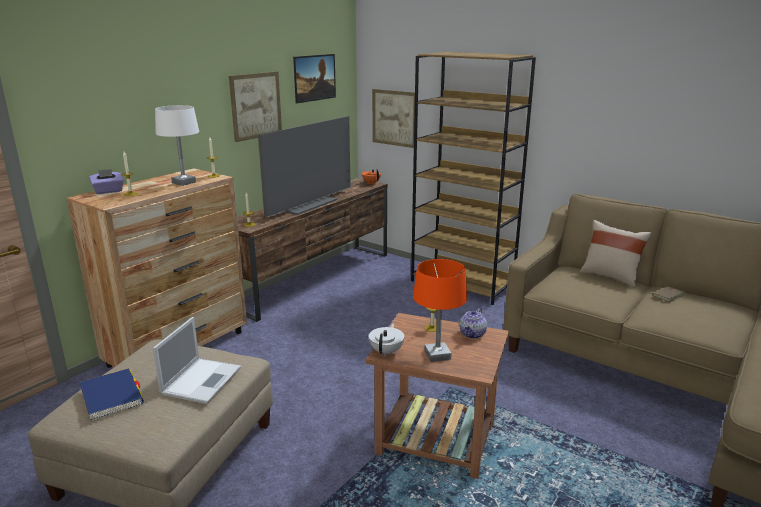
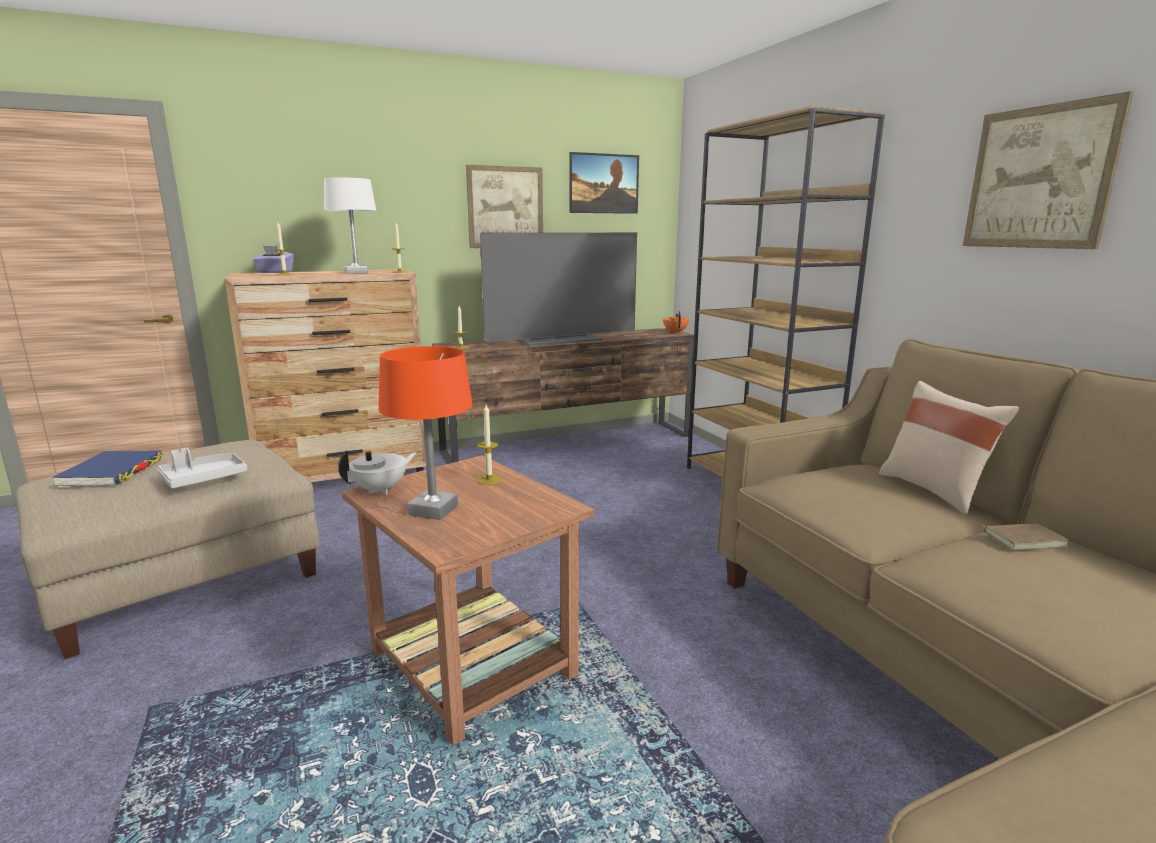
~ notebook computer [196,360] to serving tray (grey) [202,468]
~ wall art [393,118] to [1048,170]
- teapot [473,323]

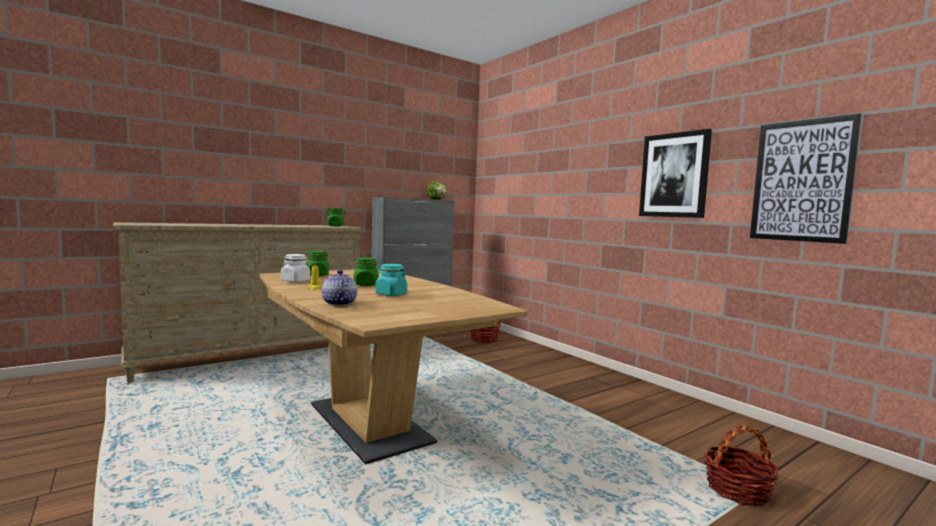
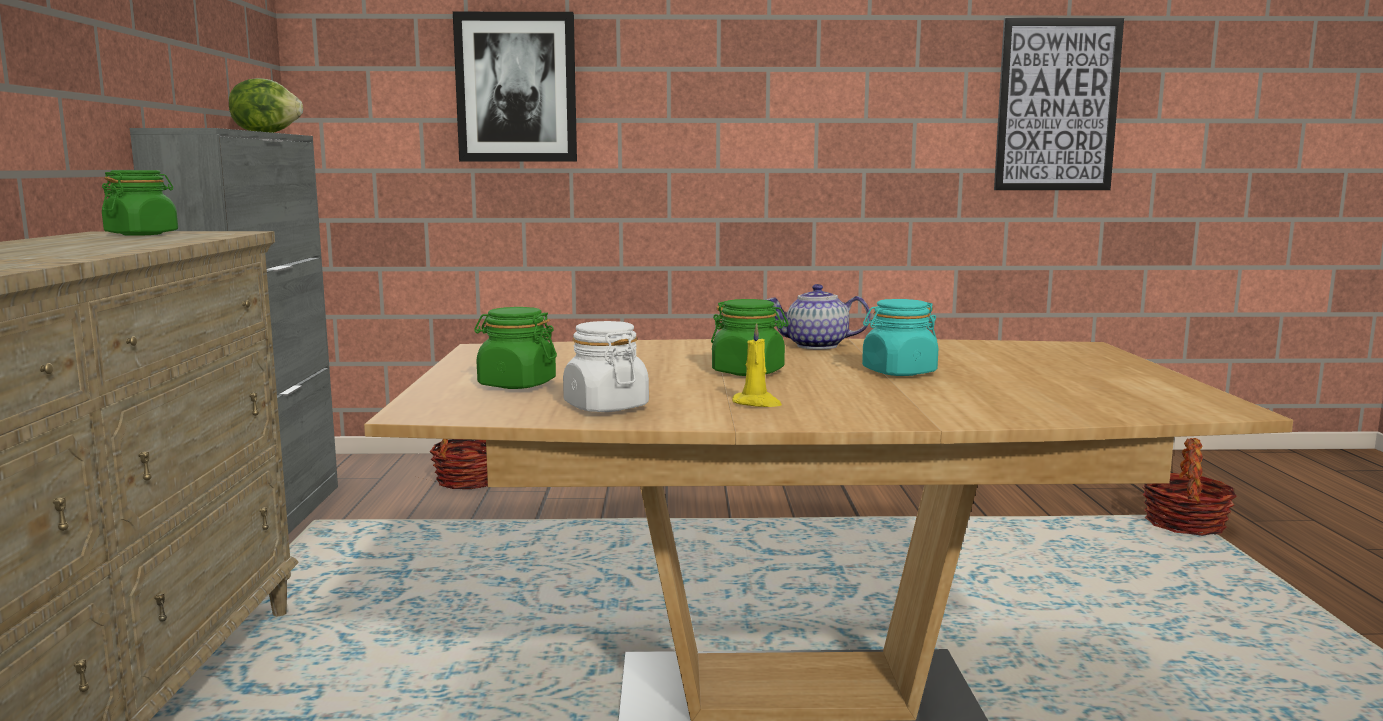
~ teapot [339,288] to [819,316]
~ wall art [675,173] to [515,86]

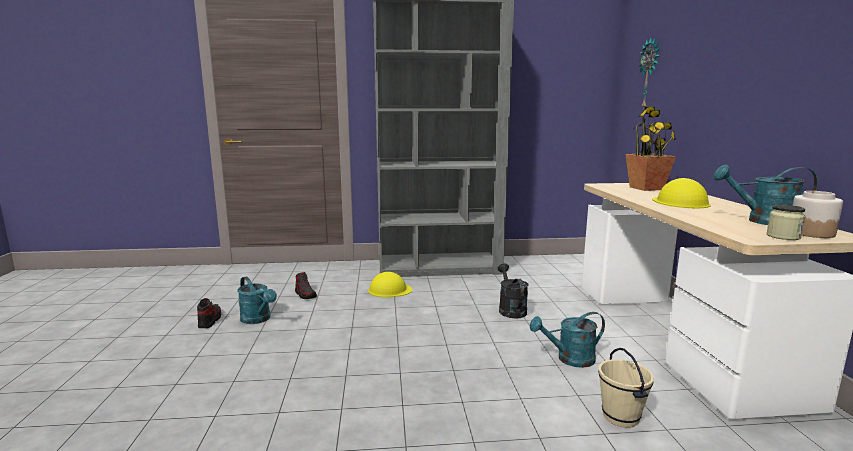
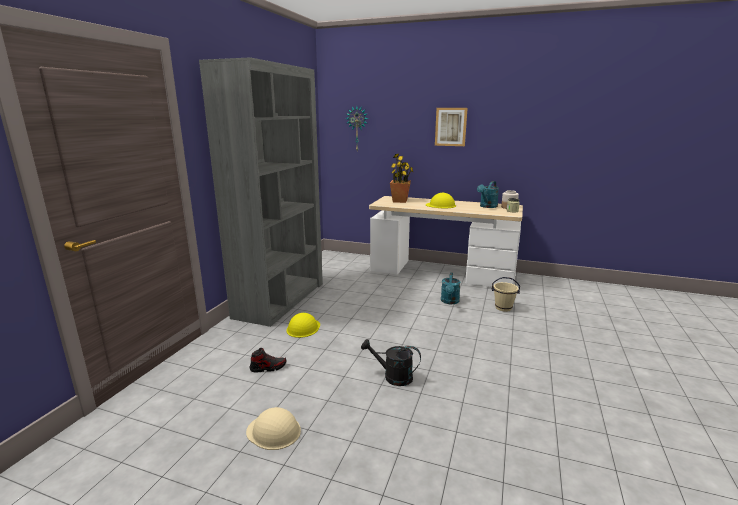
~ item of footwear [209,313] to safety helmet (sand-coloured) [273,428]
- watering can (blue-green) [257,300]
~ watering can (blackish) [513,291] to [391,362]
+ wall art [451,127]

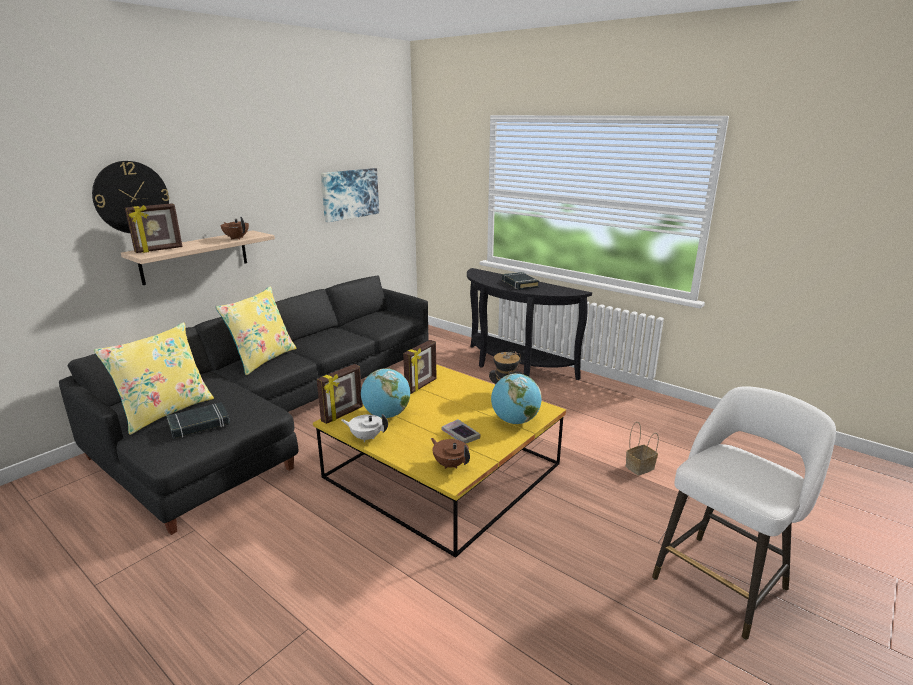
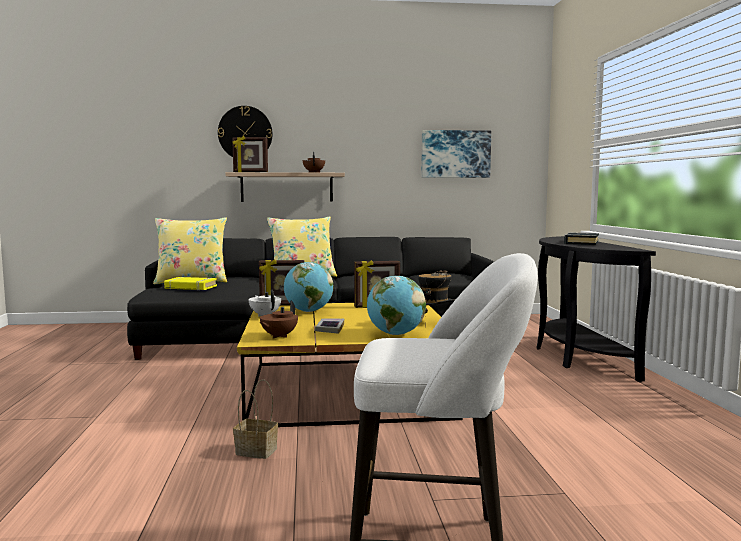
~ bound book (blackish) [198,420] to bound book (yellowish) [190,283]
~ teapot (brownish) [450,453] = [279,319] 150 degrees counterclockwise
~ basket [642,449] to [255,419]

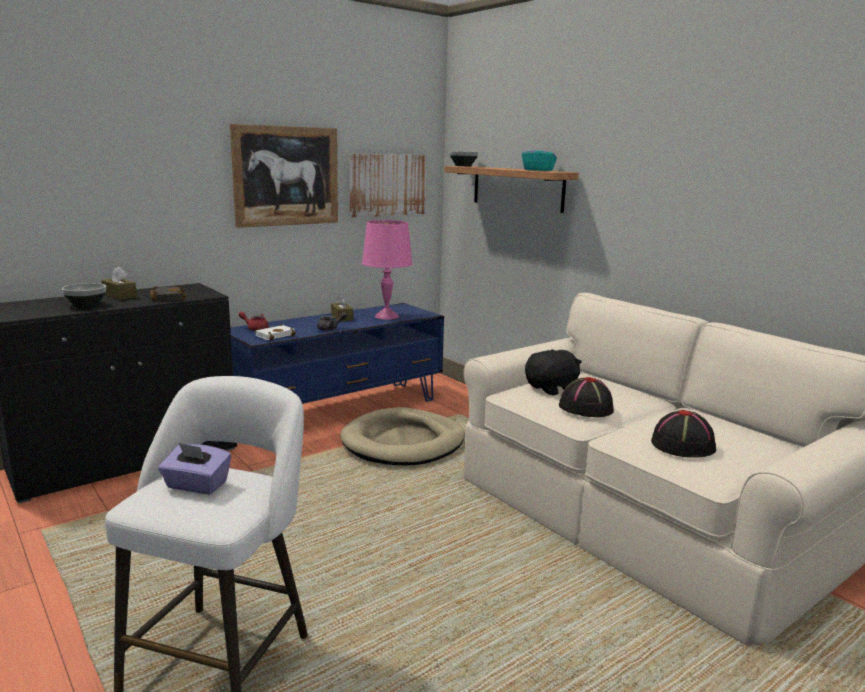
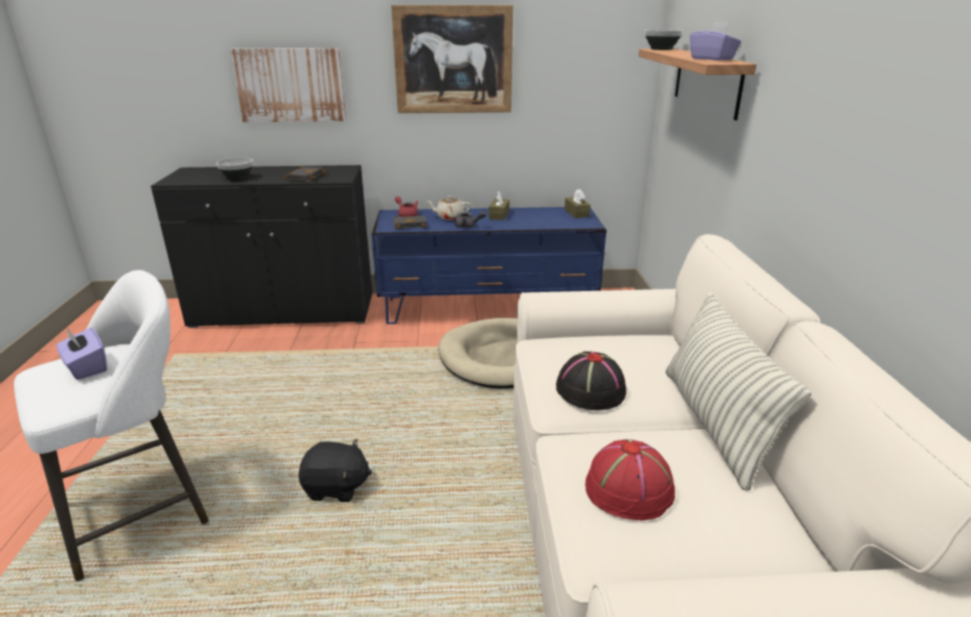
~ tissue box (brownish) [119,283] to [577,203]
~ bound book (white-coloured) [275,332] to bound book (blackish) [410,222]
~ wall art [388,186] to [288,85]
- tabletop lamp (pinkish) [387,270]
~ tissue box (blue-green) [539,158] to tissue box (purplish) [715,41]
~ soft toy (blackish) [553,372] to [335,470]
~ wearable hat (blackish) [683,434] to wearable hat (red-coloured) [630,479]
+ teapot (sand-coloured) [448,208]
+ pillow [738,391]

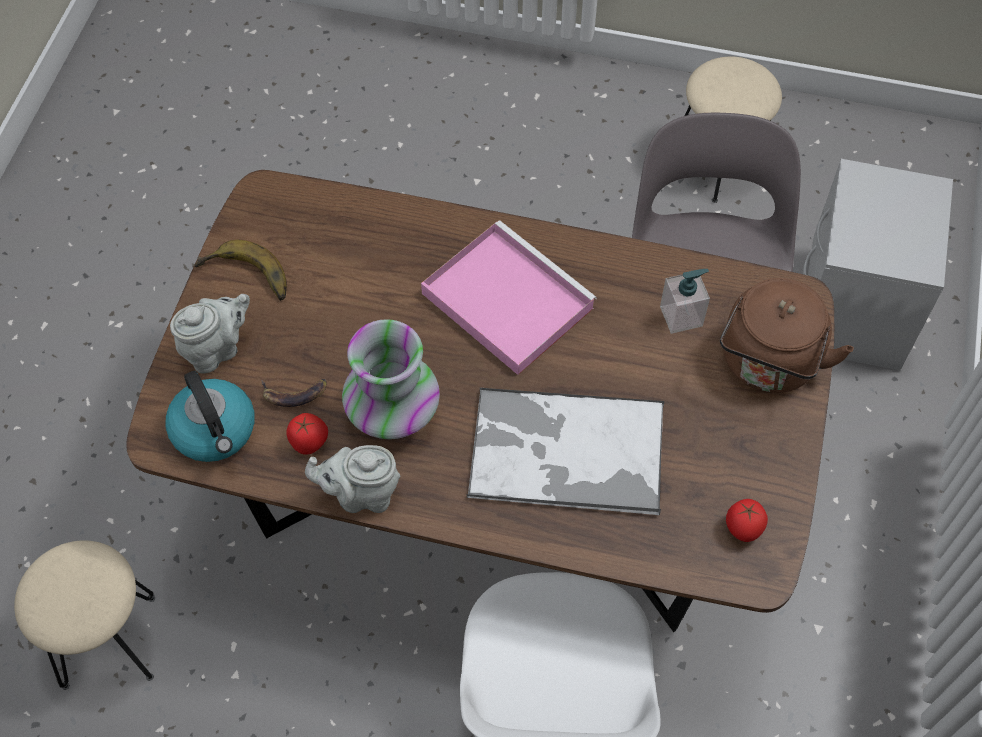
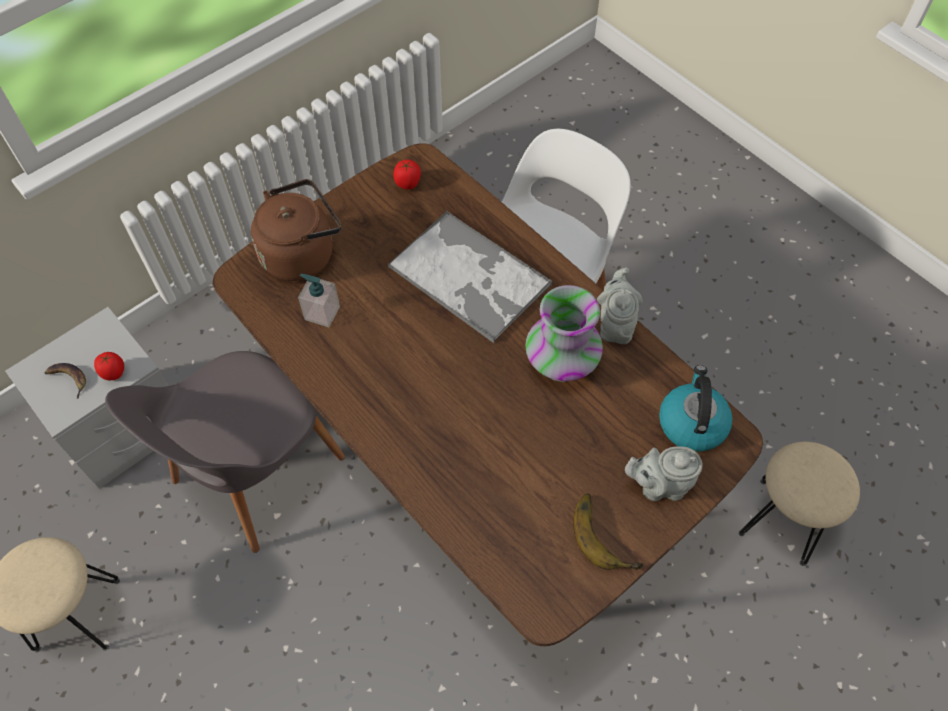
~ whole banana [293,393] to [65,381]
~ whole tomato [307,434] to [109,366]
~ teapot (grey) [353,479] = [620,306] 120 degrees counterclockwise
- serving tray (pinkish) [509,297]

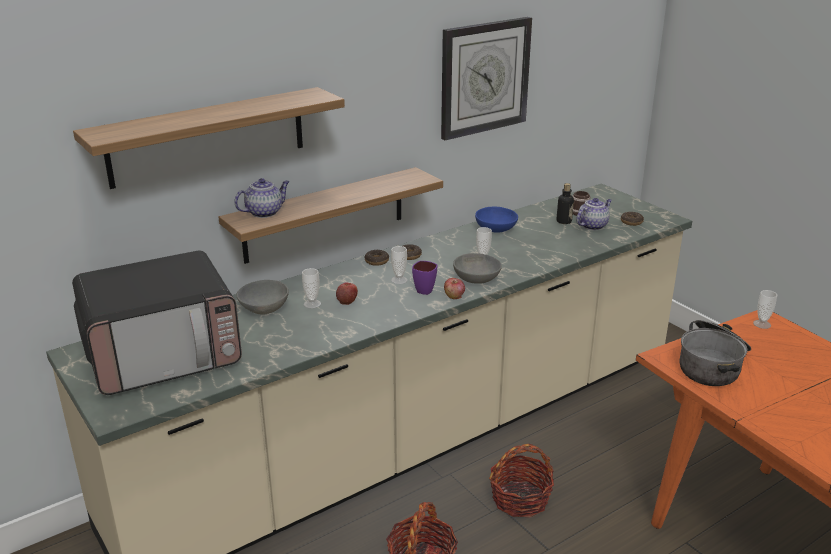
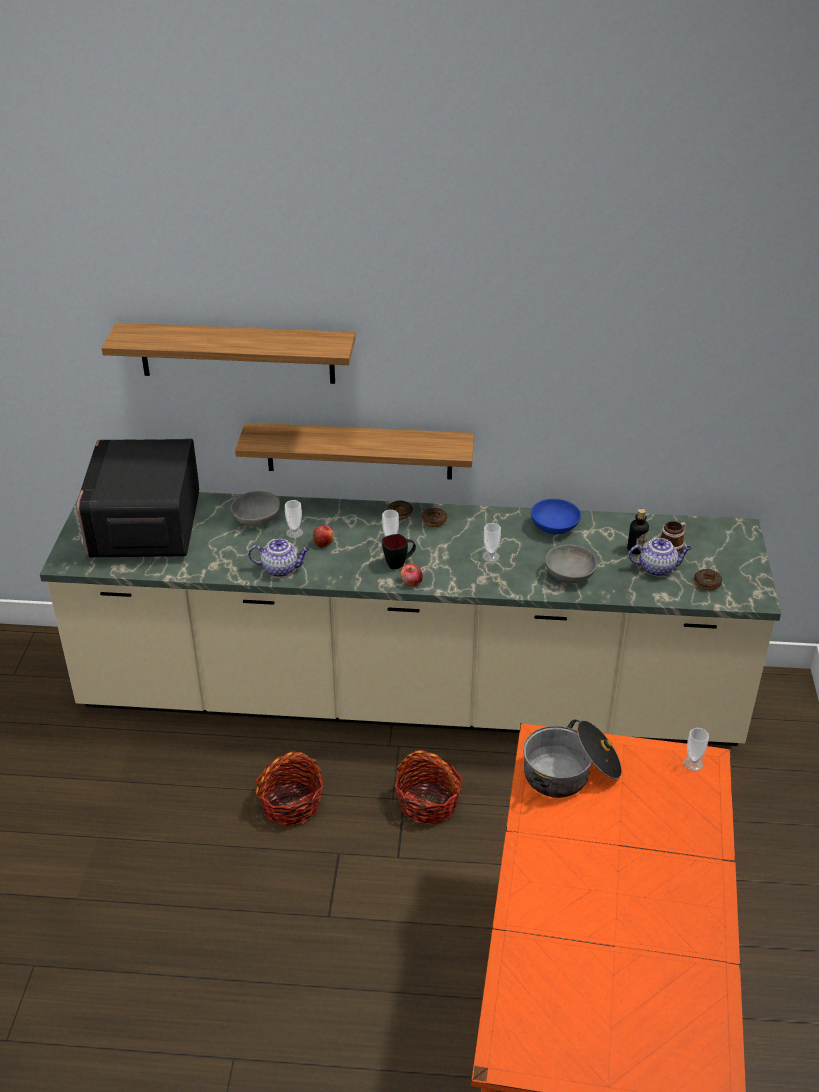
~ microwave oven [157,322] = [137,498] 75 degrees clockwise
~ teapot [262,198] to [279,558]
~ tea mug (purplish) [424,278] to tea mug (blackish) [399,551]
- clock on the wall [486,78]
~ bowl (grey) [477,268] to [571,564]

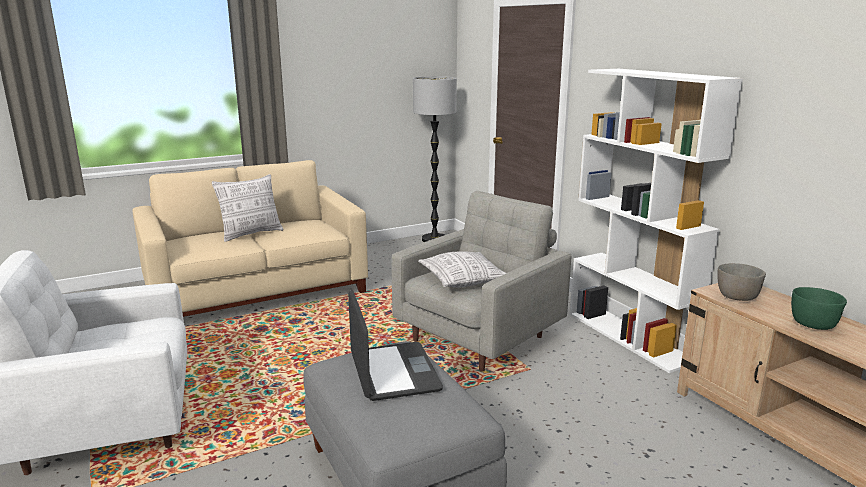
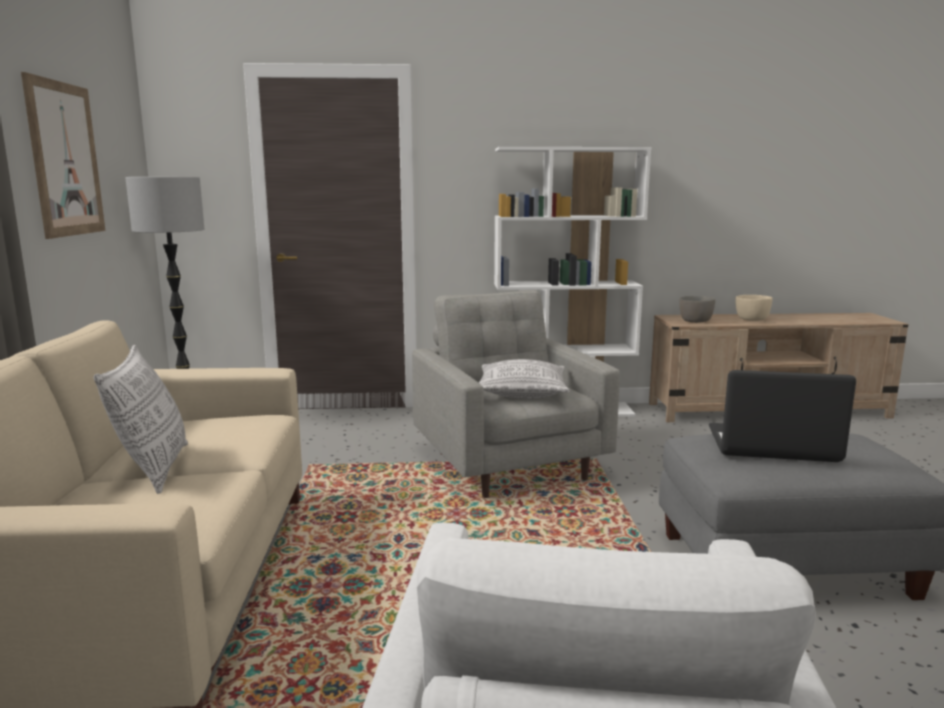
~ bowl (green-coloured) [819,308] to bowl (sand-coloured) [754,308]
+ wall art [63,155]

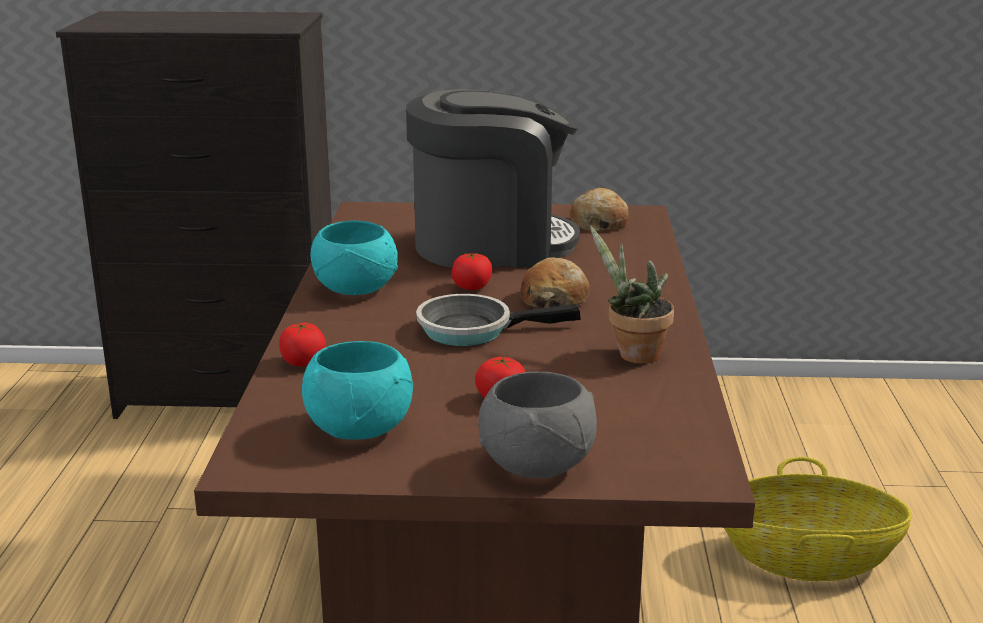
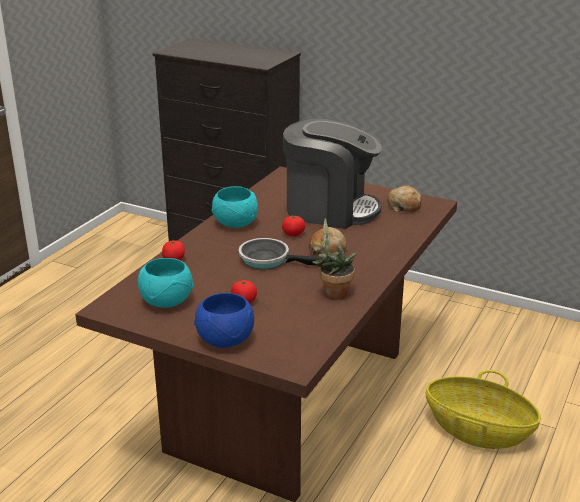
~ bowl (grey) [537,425] to bowl (bluish) [224,320]

